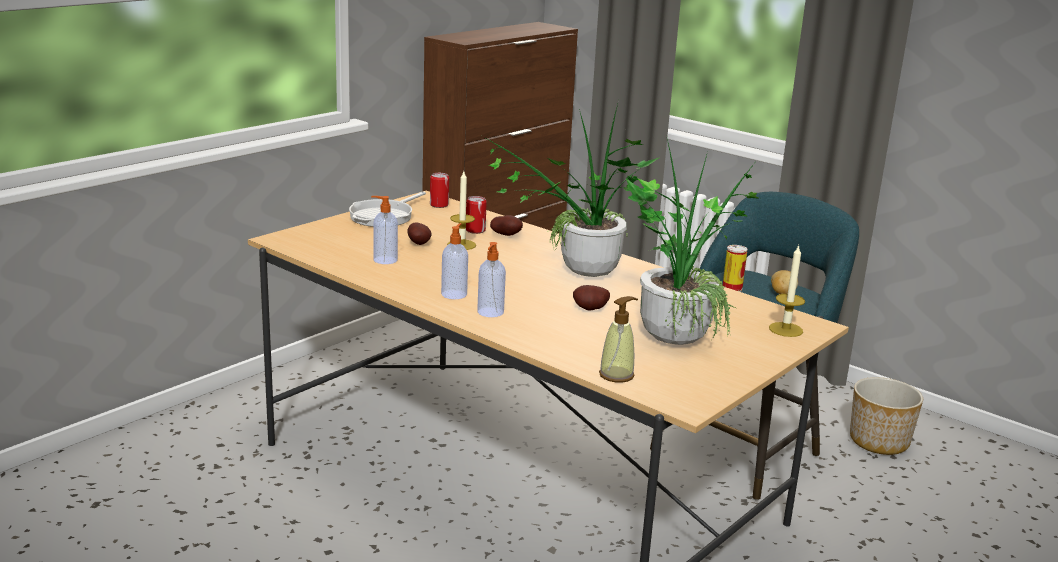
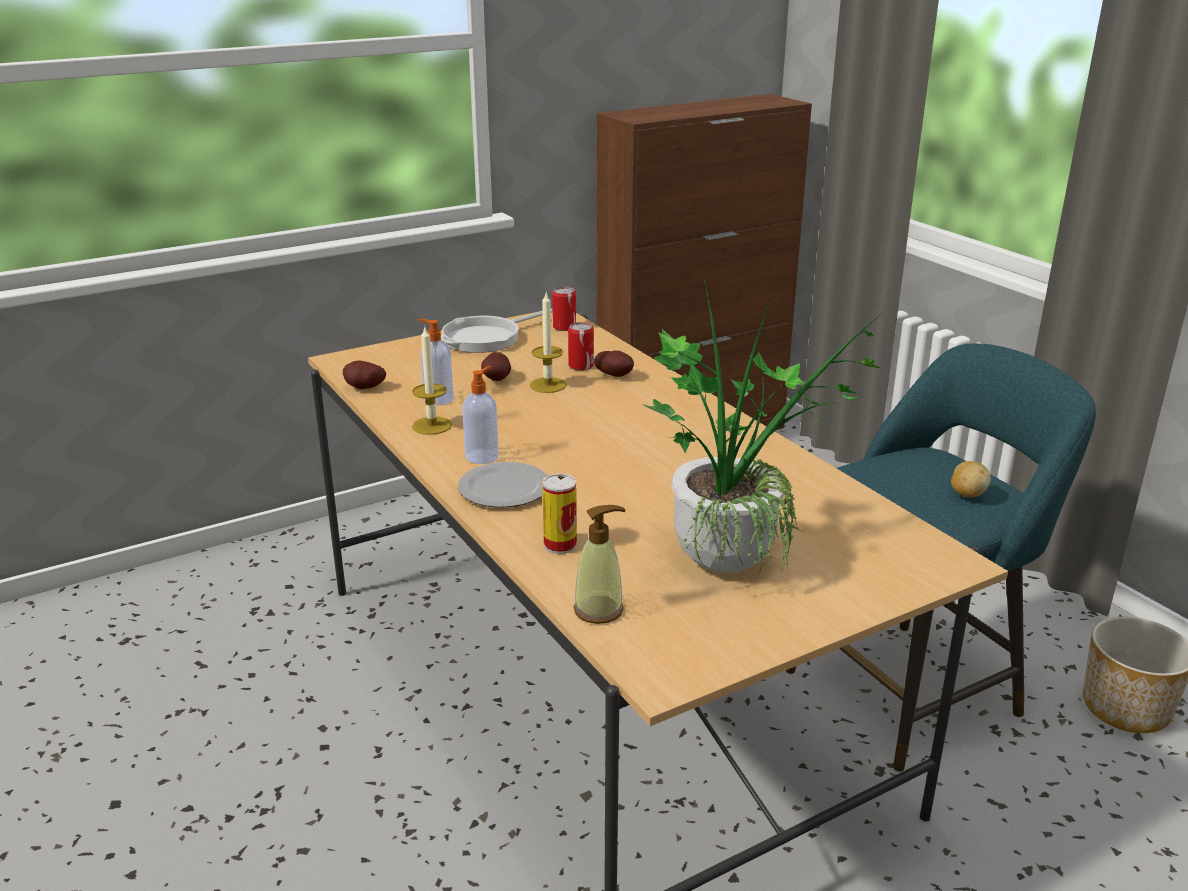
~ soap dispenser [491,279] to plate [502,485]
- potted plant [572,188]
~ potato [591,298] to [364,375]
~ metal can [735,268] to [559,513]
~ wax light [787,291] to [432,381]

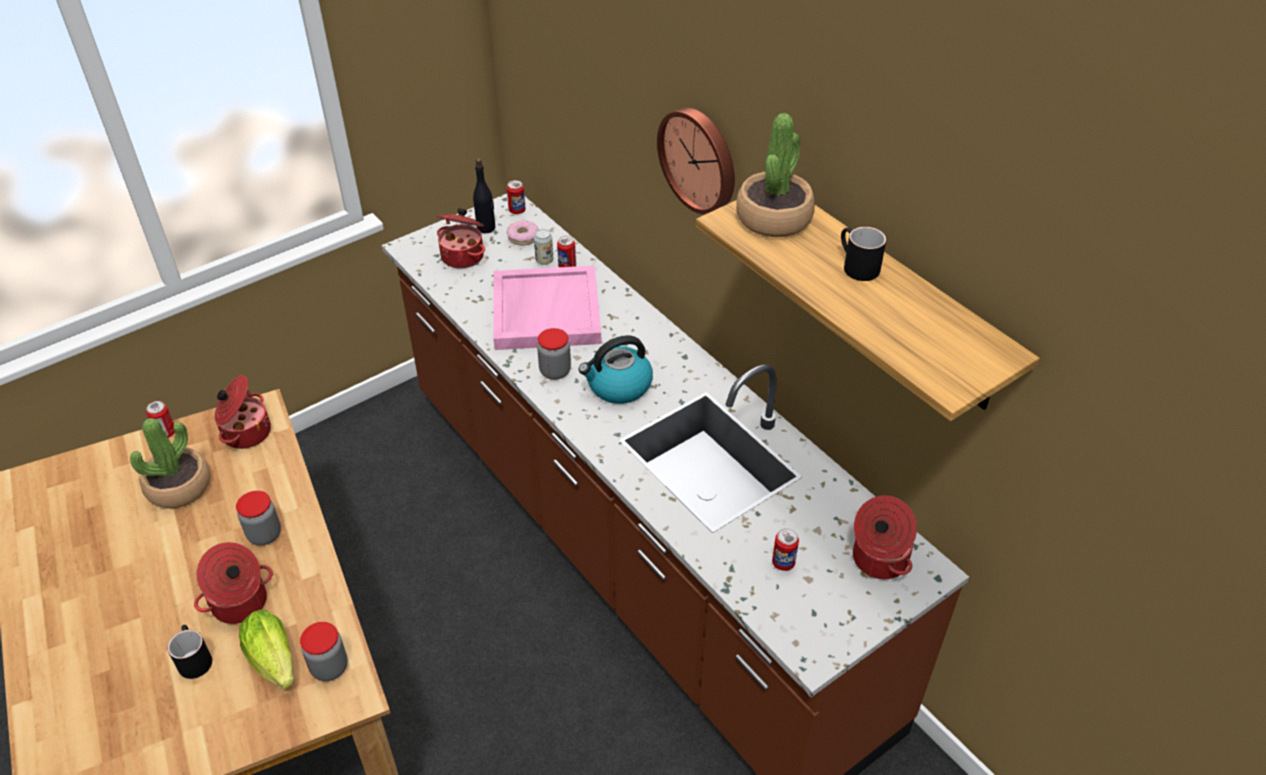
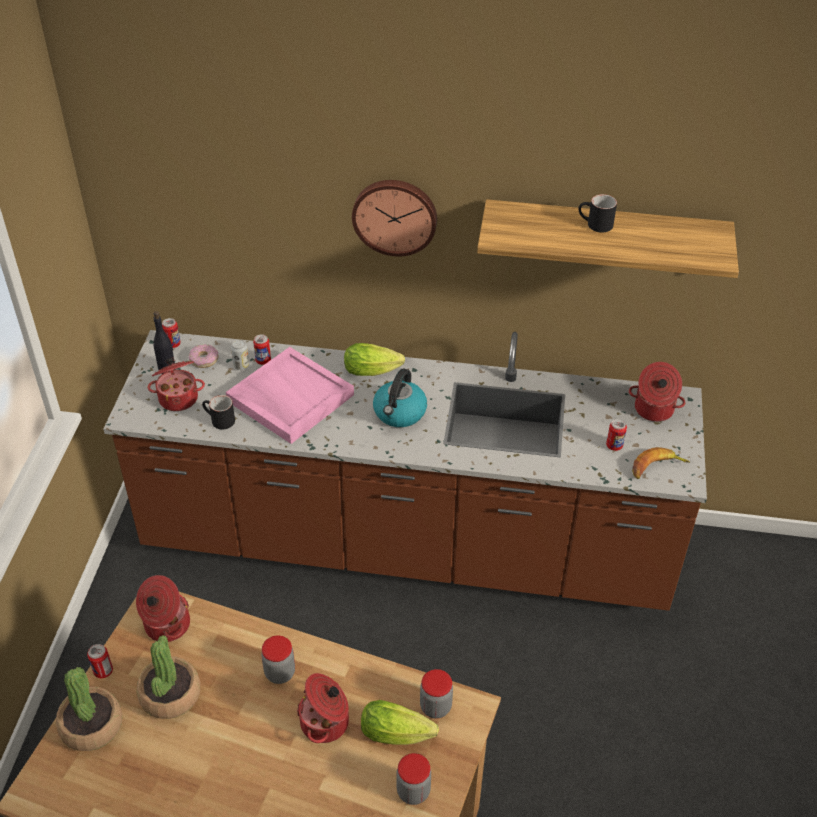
~ tea mug (blackish) [189,652] to [218,412]
~ storage jar [554,354] to [414,779]
~ potted plant [775,175] to [89,709]
+ lettuce [374,359]
+ whole banana [661,463]

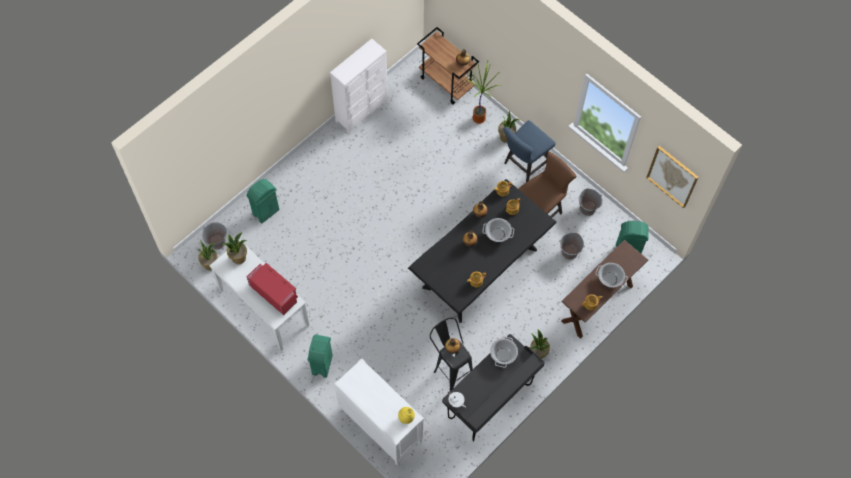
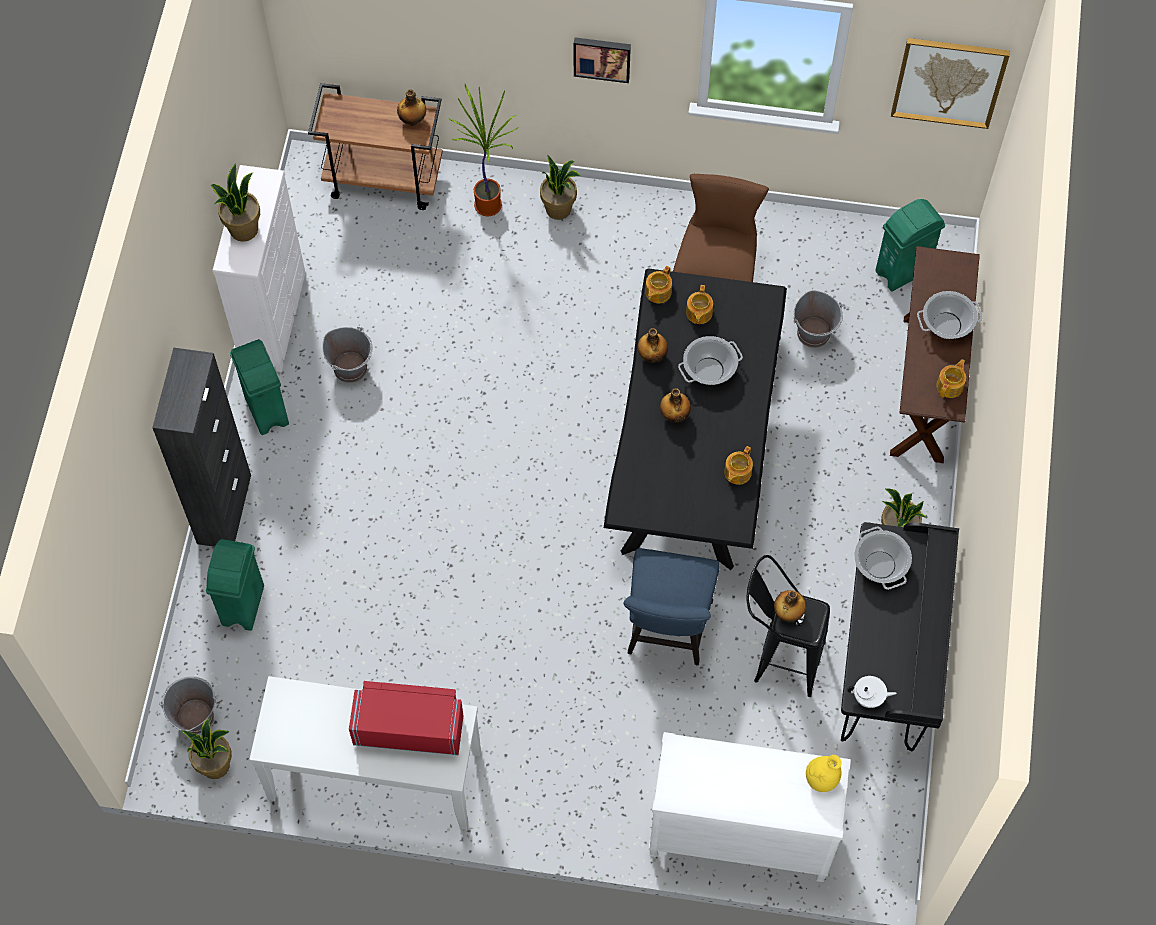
~ potted plant [234,248] to [235,202]
~ rubbish bin (green-coloured) [320,356] to [259,387]
~ upright chair (bluish) [529,151] to [671,606]
~ bucket (grey) [591,202] to [347,355]
+ storage cabinet (blackish) [201,447]
+ wall art [602,60]

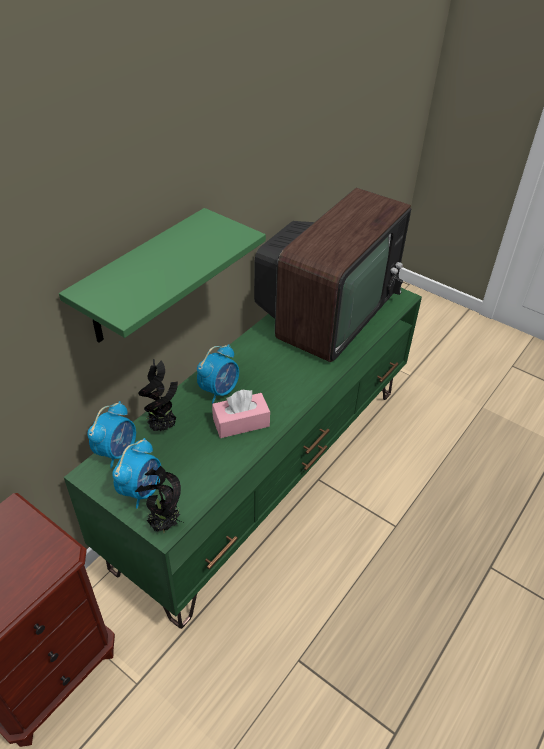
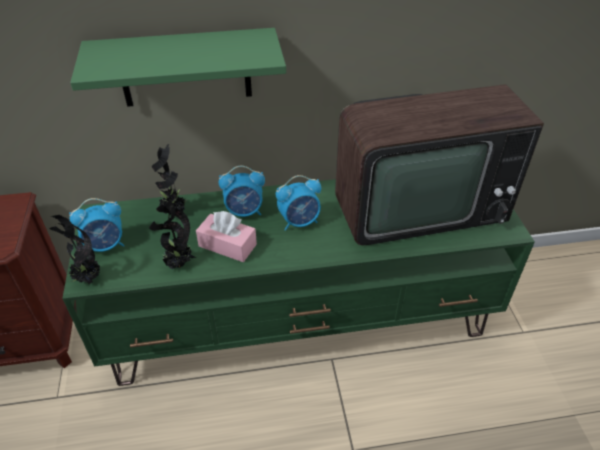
~ table clock [111,434] to [298,203]
+ potted plant [173,234]

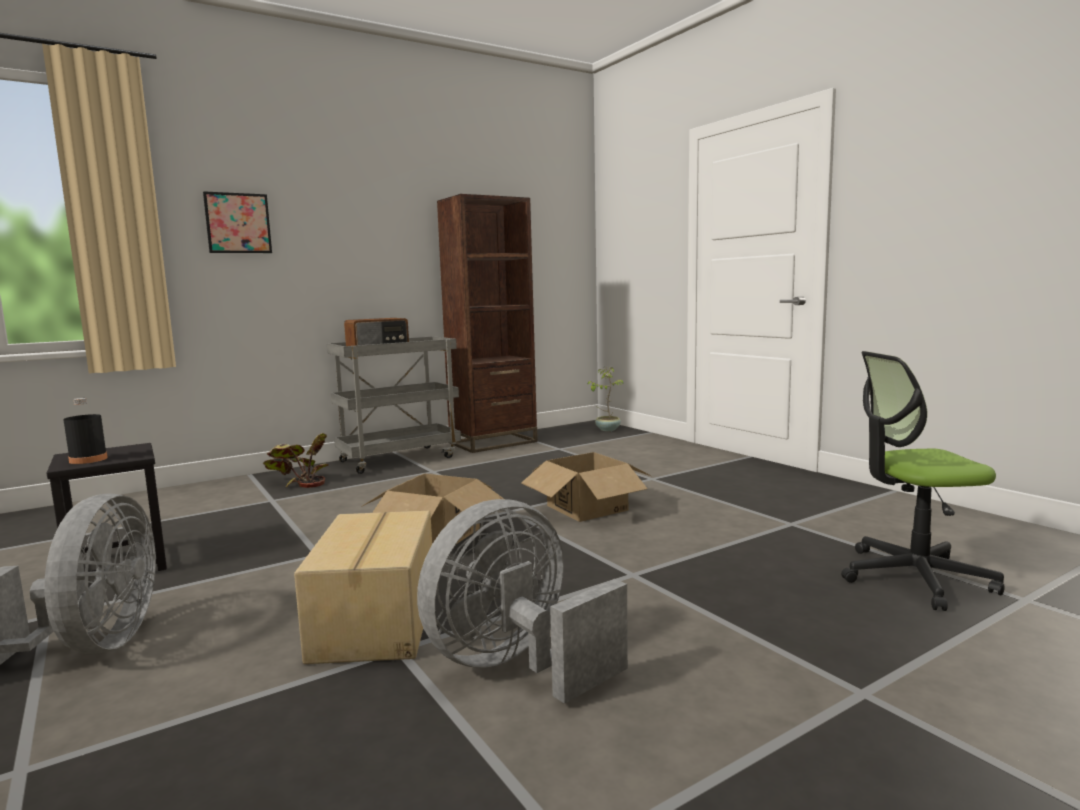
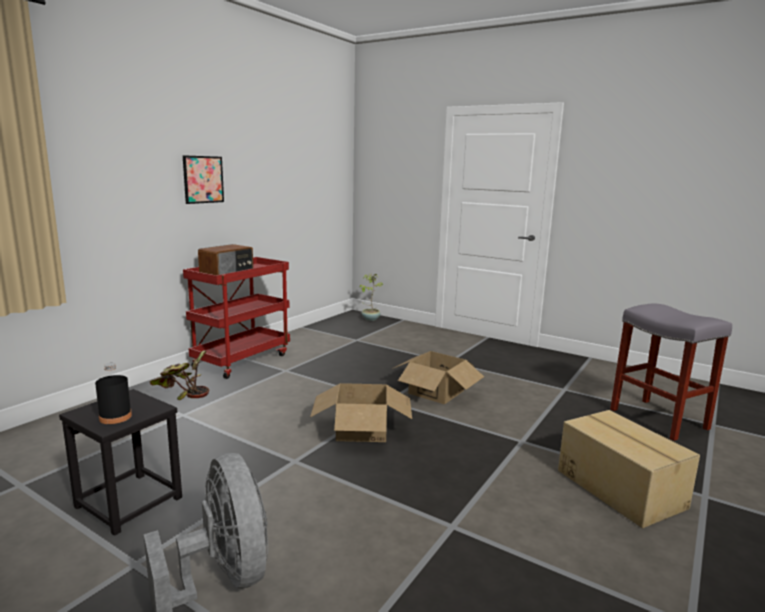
~ wall art [237,222] to [203,179]
~ carton [363,587] to [629,469]
~ cart (grey) [394,405] to cart (red-coloured) [236,318]
- cooling fan (grey) [522,601]
- bookshelf (brownish) [487,323]
~ office chair [923,481] to stool seat (grey) [671,372]

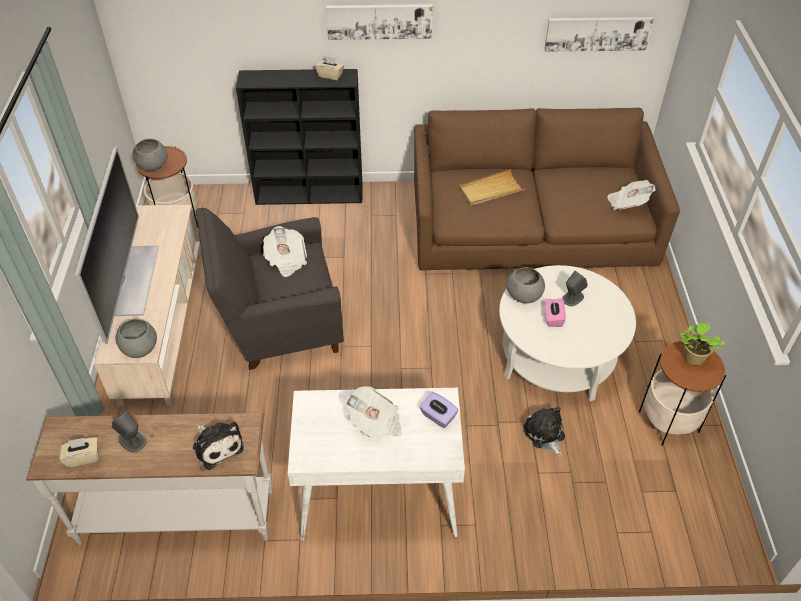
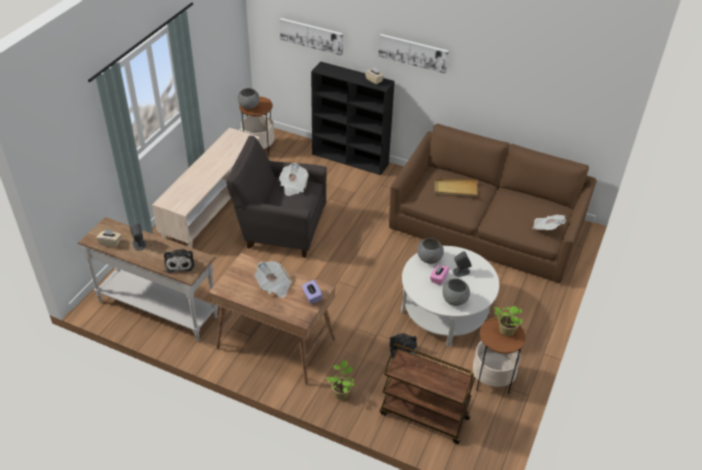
- TV set [117,245]
~ bowl (grey) [136,338] to [456,292]
~ desk (white-coloured) [376,464] to desk (brownish) [272,319]
~ wall art [599,34] to [311,37]
+ potted plant [340,380]
+ cart (brownish) [427,393]

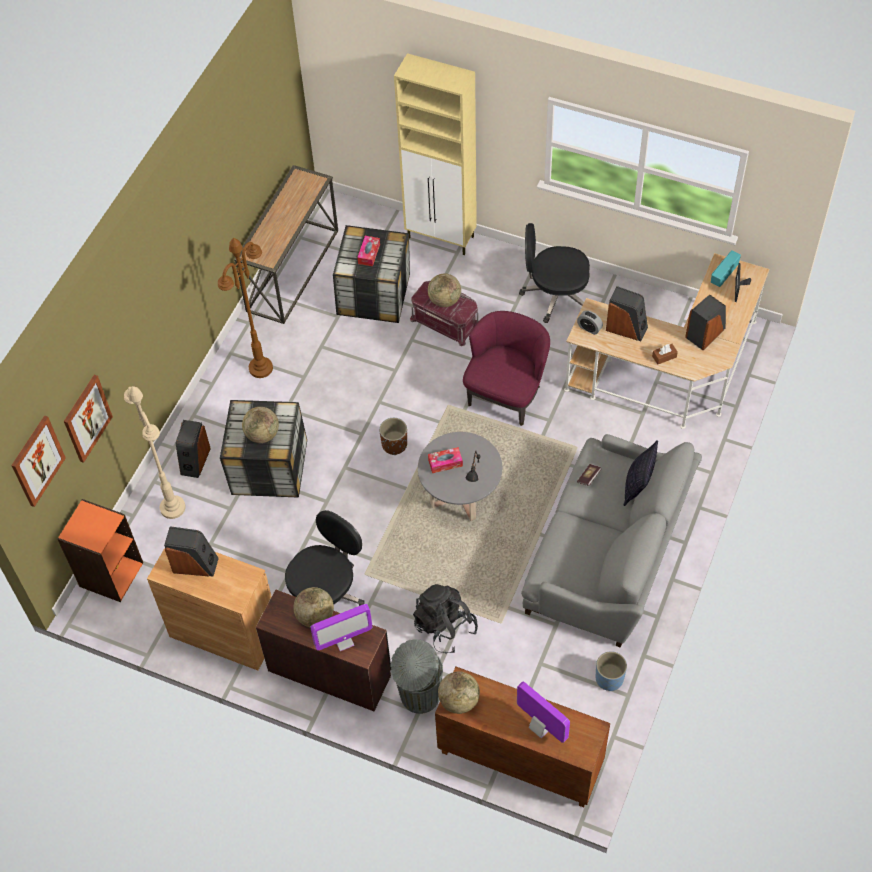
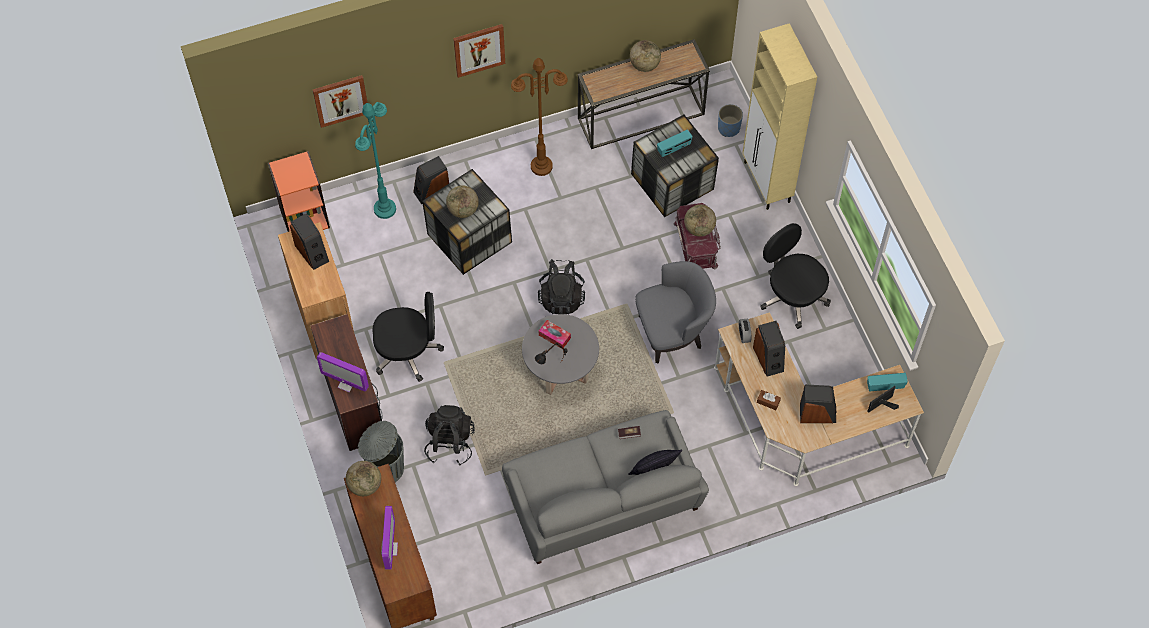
~ wall art [38,461] to [479,51]
~ standing lamp (sand-coloured) [155,452] to standing lamp (blue-green) [375,160]
~ desk globe [313,607] to [645,56]
~ tissue box [368,251] to radio receiver [675,143]
~ plant pot (brownish) [393,436] to rucksack (blackish) [561,287]
~ easy chair (purplish) [506,368] to easy chair (grey) [675,312]
~ plant pot (bluish) [611,671] to [730,120]

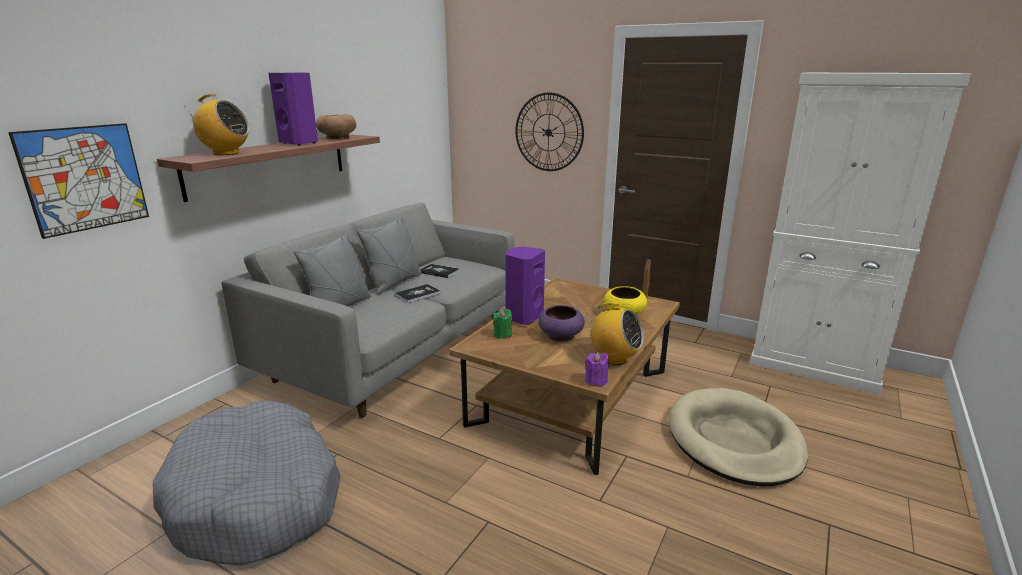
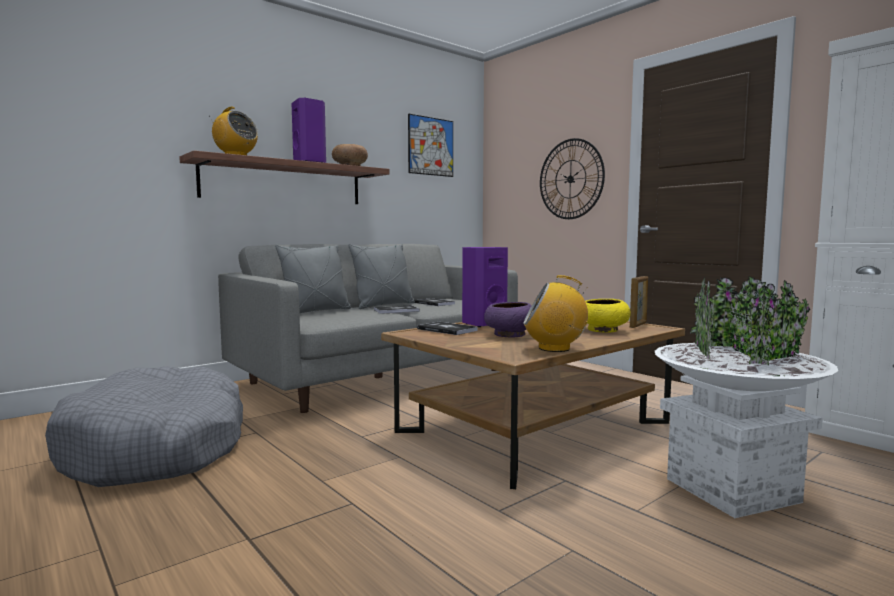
~ wall art [78,181] to [430,145]
~ wax light (green-coloured) [502,324] to bound book [447,328]
- wax light (purplish) [597,369]
~ radio receiver [615,333] = [555,313] 135 degrees clockwise
~ pet bed (sand-coloured) [738,437] to plant pot (white-coloured) [746,397]

